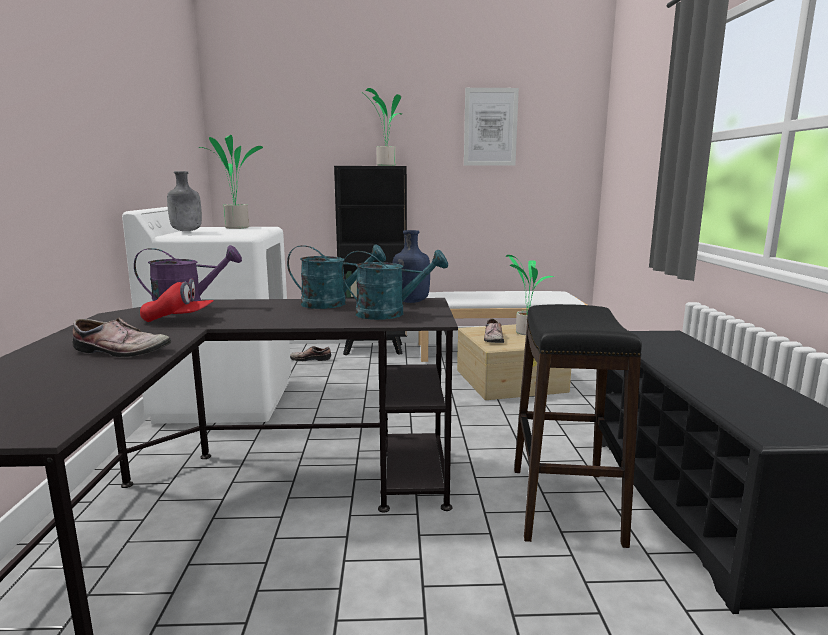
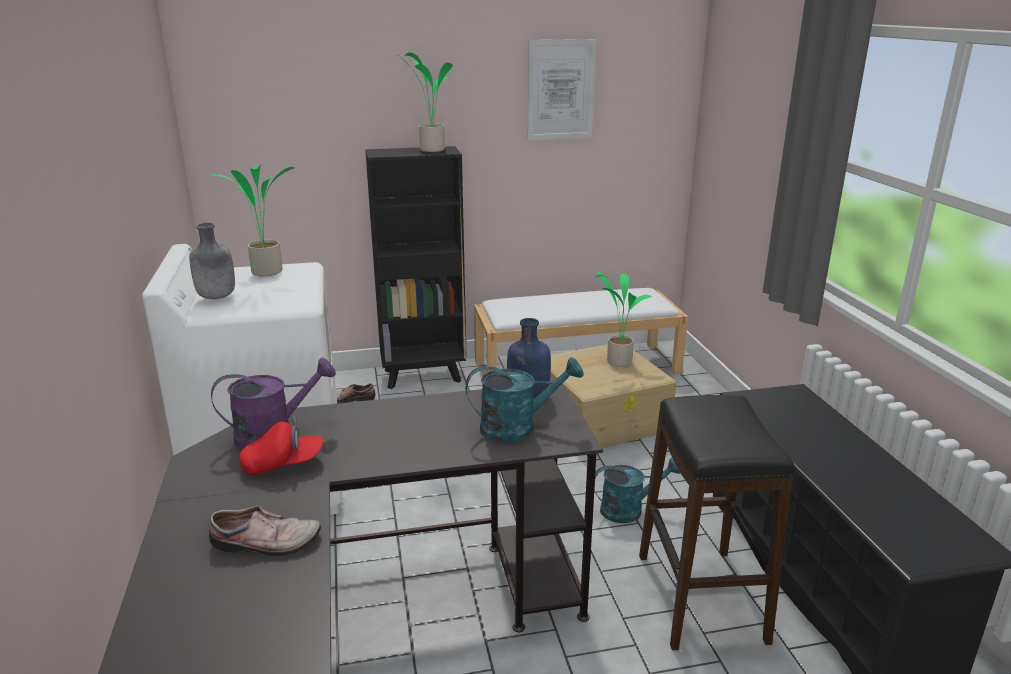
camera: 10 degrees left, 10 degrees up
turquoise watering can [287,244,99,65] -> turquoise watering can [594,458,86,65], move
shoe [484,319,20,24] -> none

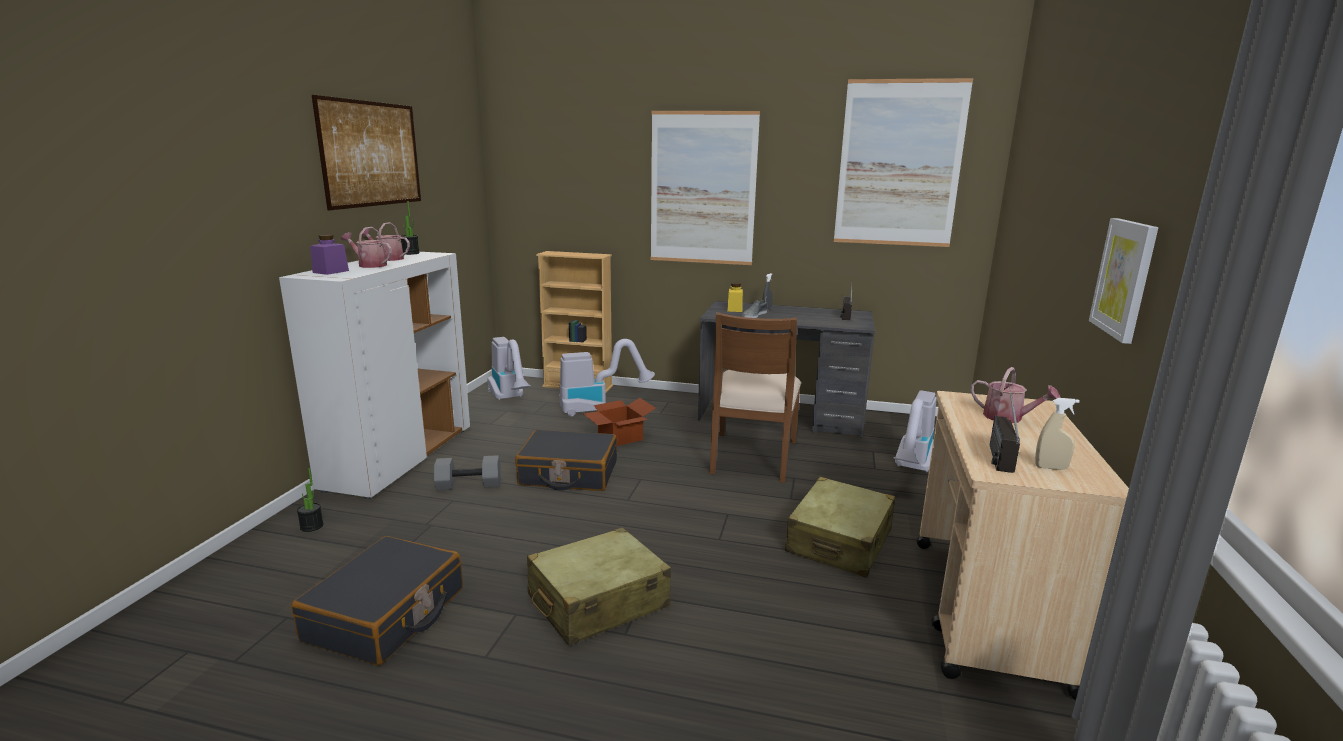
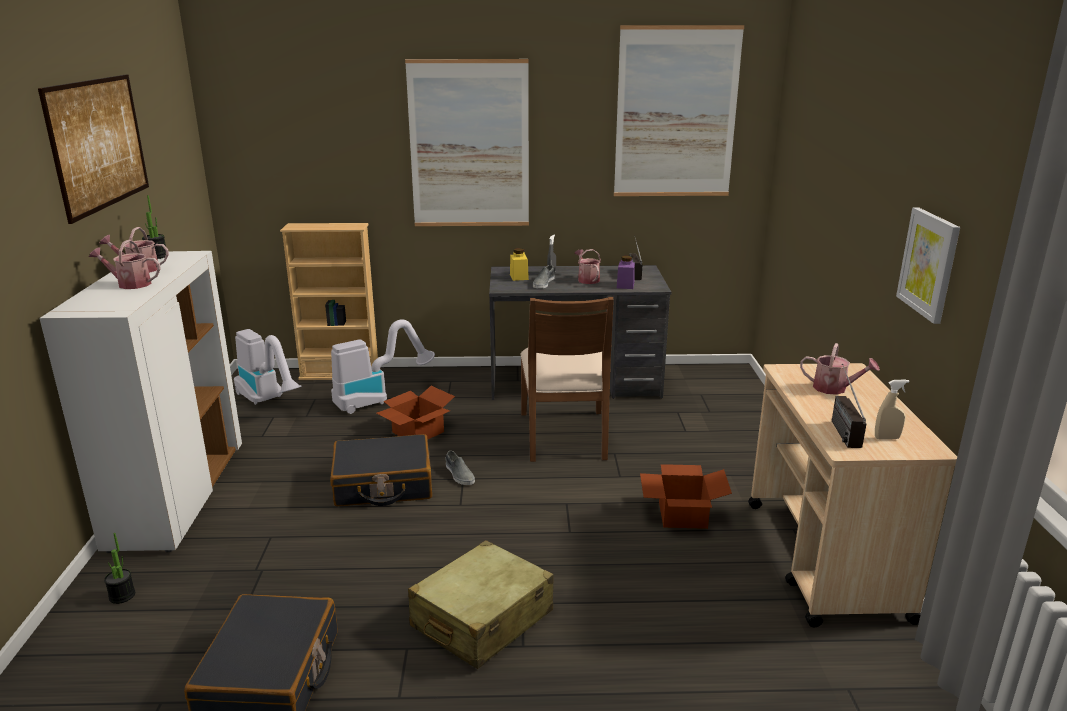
camera: 15 degrees left, 5 degrees up
purple jar [310,235,39,40] -> purple jar [617,256,18,33], move
vacuum cleaner [894,390,43,83] -> none
grey dumbbell [434,455,67,35] -> none
beige suitcase [785,477,111,101] -> cardboard box [640,464,92,65]
none -> watering can [575,249,26,35]
none -> grey shoe [445,451,30,34]

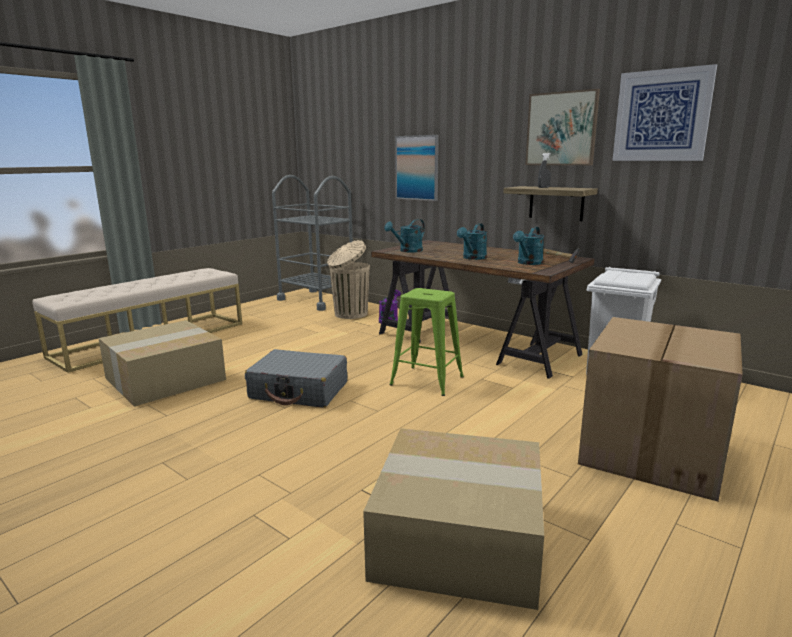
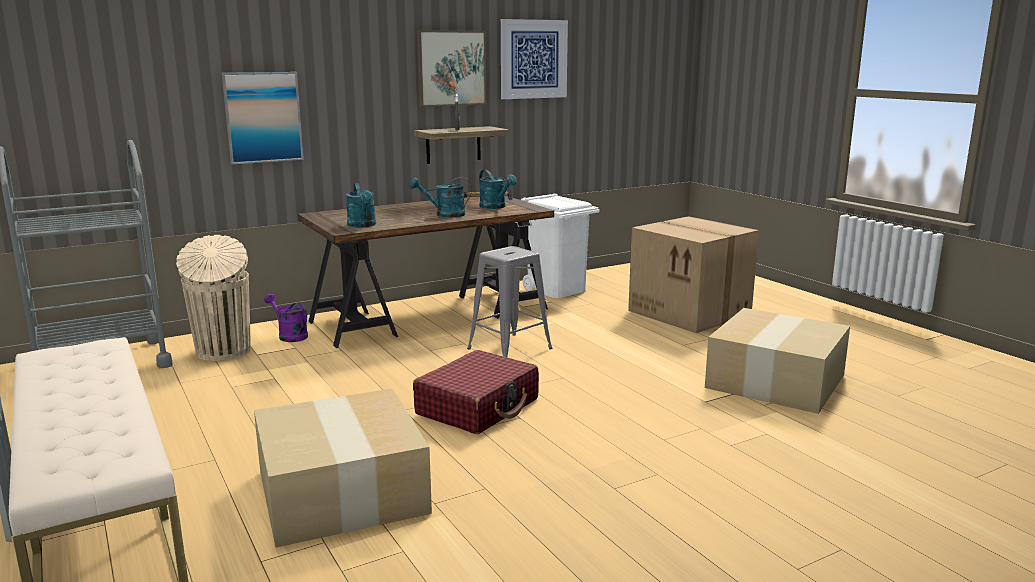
camera: 70 degrees left, 0 degrees up
turquoise watering can [457,223,30,37] -> turquoise watering can [410,177,62,40], 120 degrees clockwise
green stool [389,288,75,108] -> grey stool [467,246,85,111]
grey suitcase [245,349,102,59] -> red suitcase [413,350,126,84]

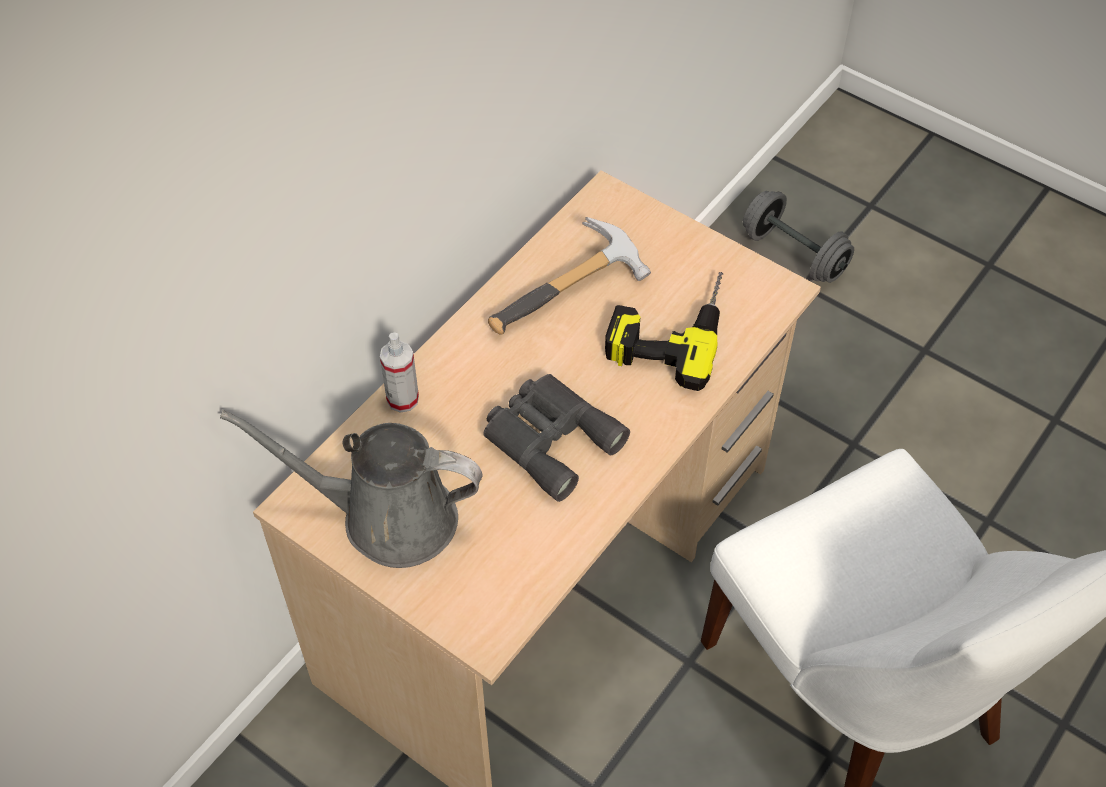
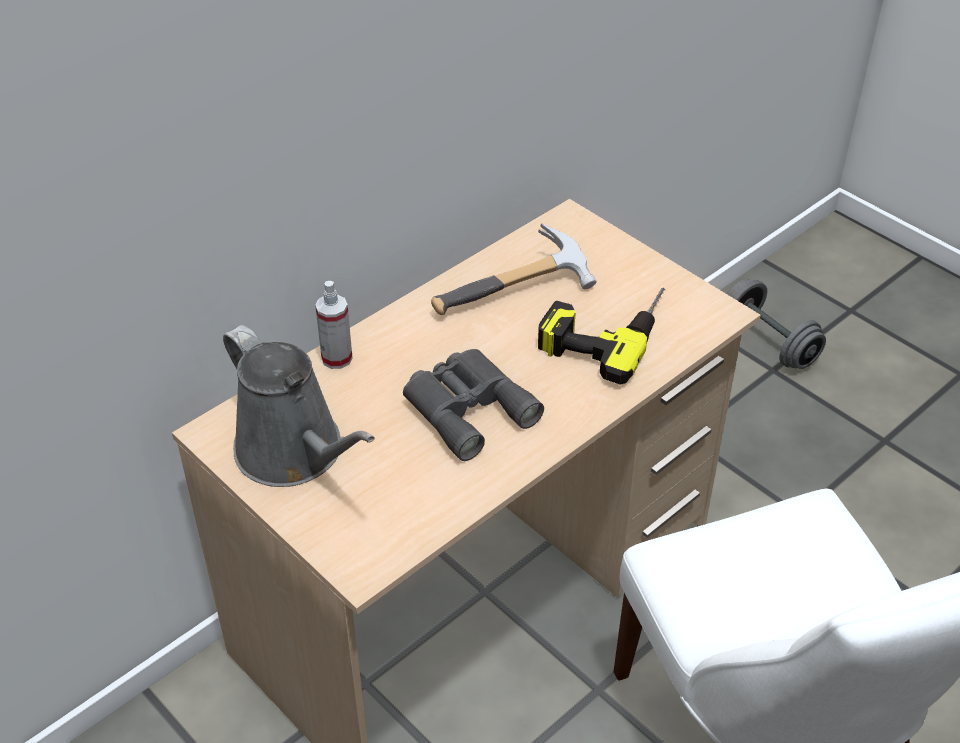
camera: 10 degrees right, 10 degrees down
grey watering can [220,410,263,158] -> grey watering can [223,325,152,162], 150 degrees counterclockwise

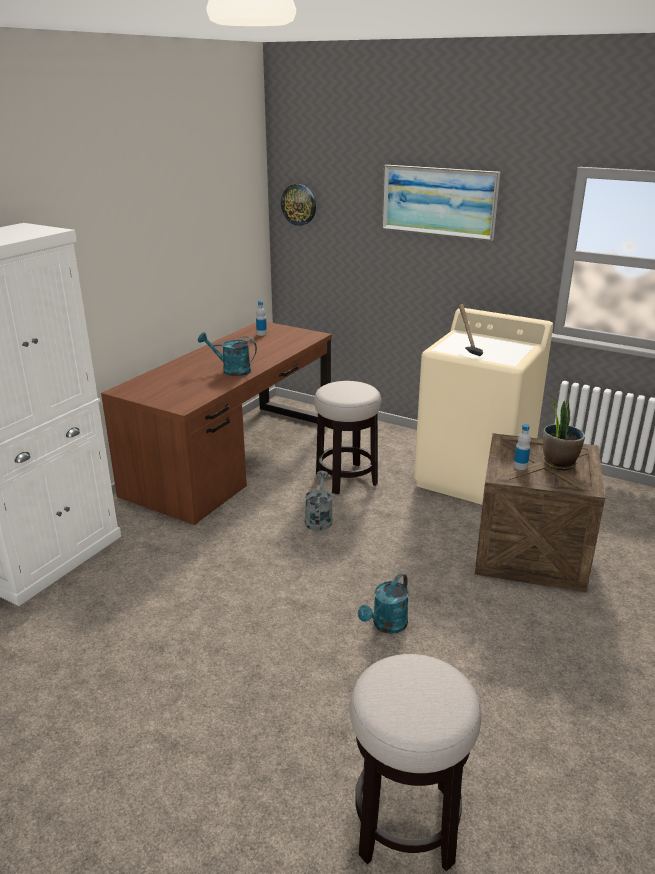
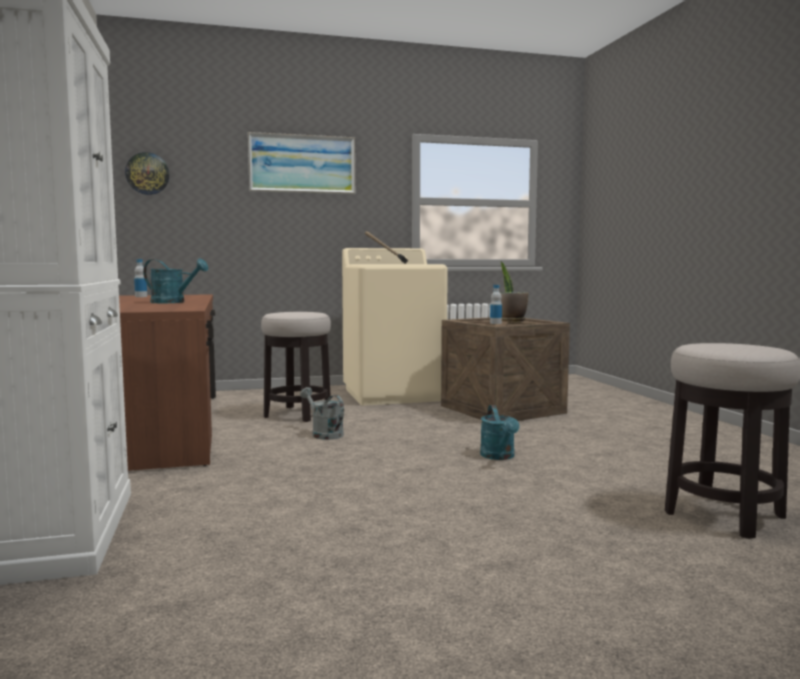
camera: 45 degrees left, 20 degrees down
turquoise watering can [198,332,59,44] -> turquoise watering can [143,258,65,45], 135 degrees counterclockwise

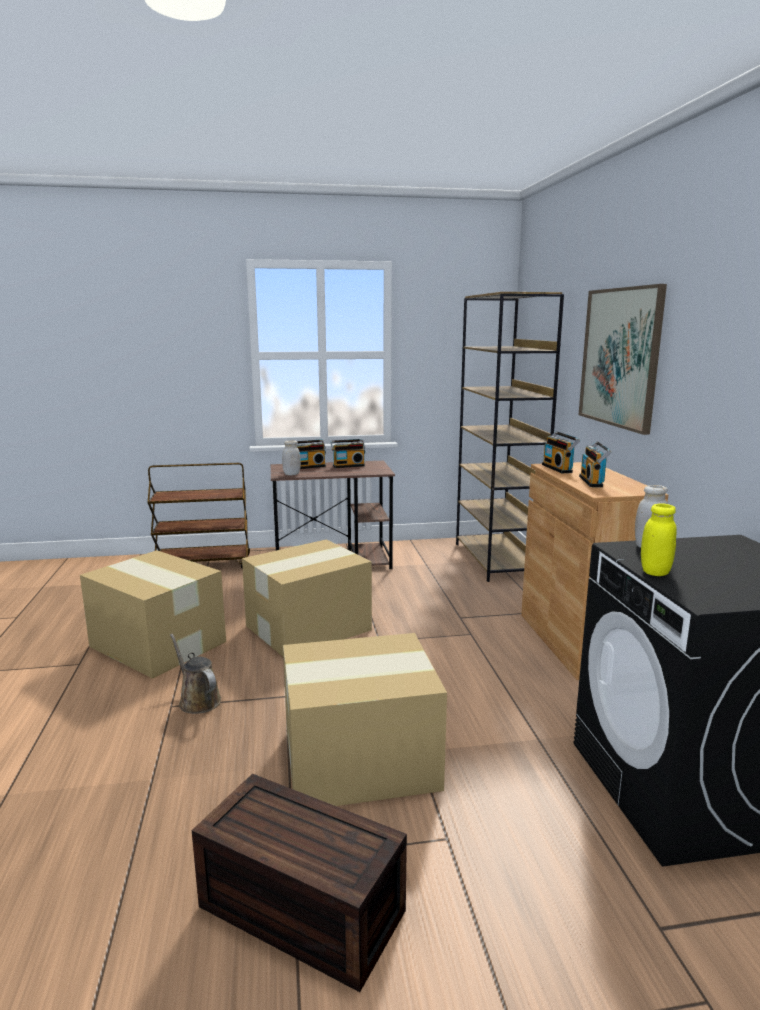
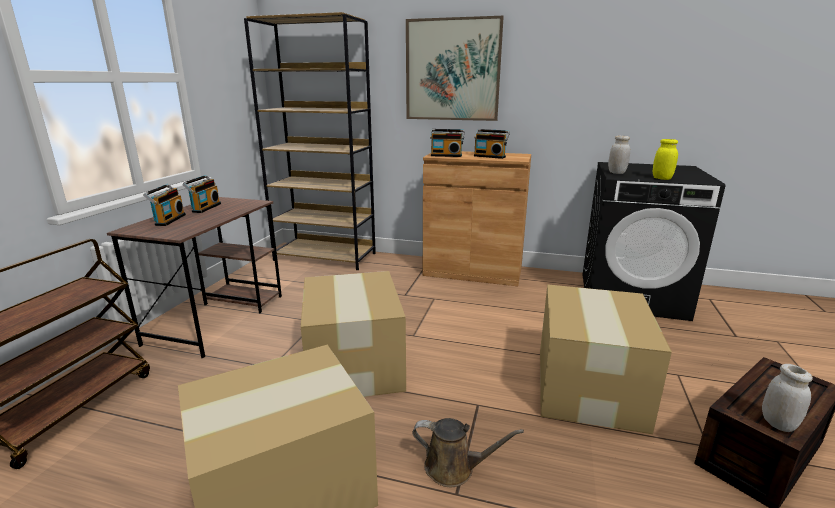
camera: 65 degrees left, 5 degrees up
white jar [282,440,19,35] -> white jar [762,364,51,68], move
brown watering can [170,634,51,80] -> brown watering can [412,418,112,69], 150 degrees counterclockwise

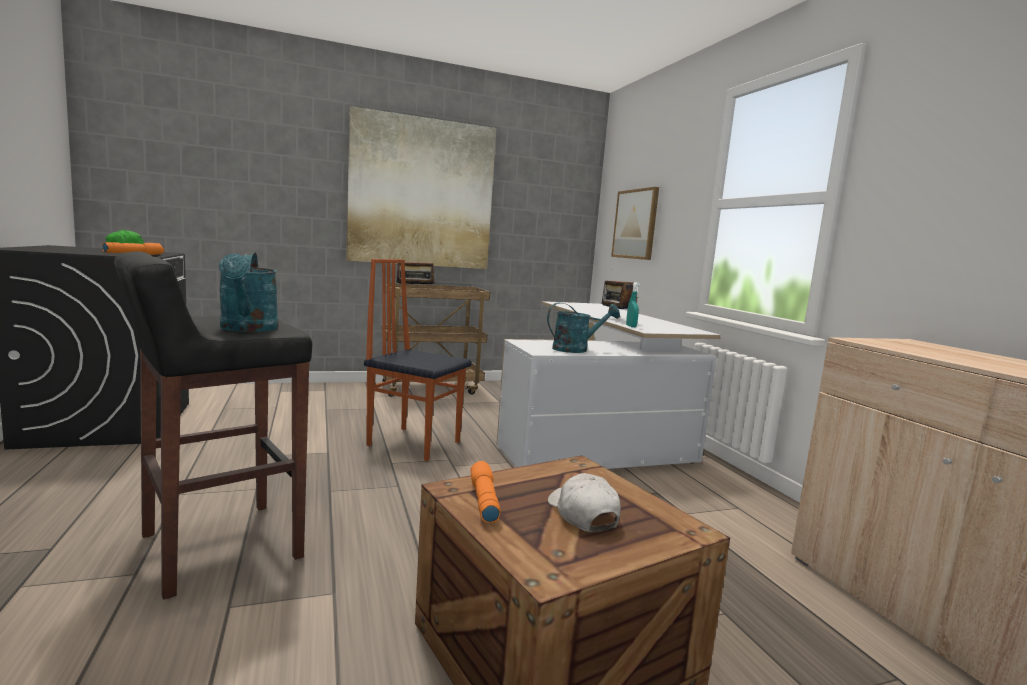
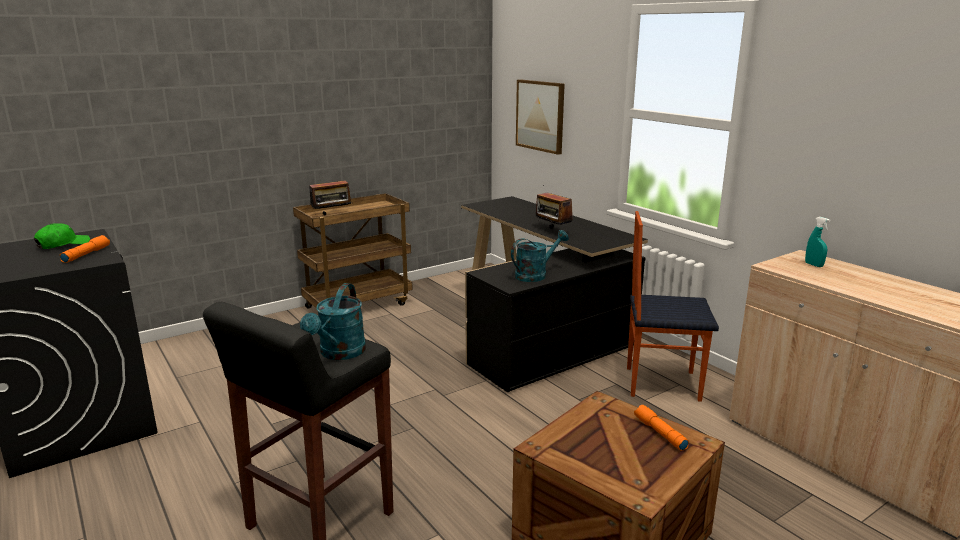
camera: 15 degrees left, 10 degrees up
picture [346,106,150,163] -> none
turquoise watering can [219,252,60,80] -> turquoise watering can [300,283,66,77], 45 degrees clockwise
chair [364,259,108,202] -> chair [627,211,92,191], move
turquoise spray bottle [626,282,14,45] -> turquoise spray bottle [805,217,25,50], move
white desk [496,301,225,168] -> black desk [461,196,187,197]
orange flashlight [470,461,31,62] -> orange flashlight [634,405,55,46], move
white cap [548,473,73,59] -> none

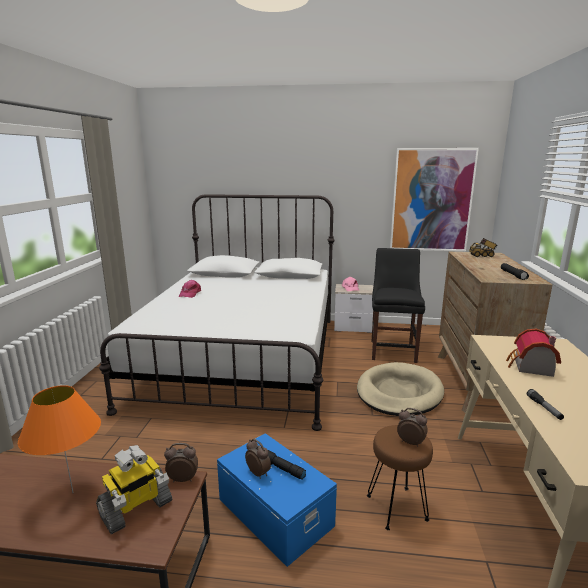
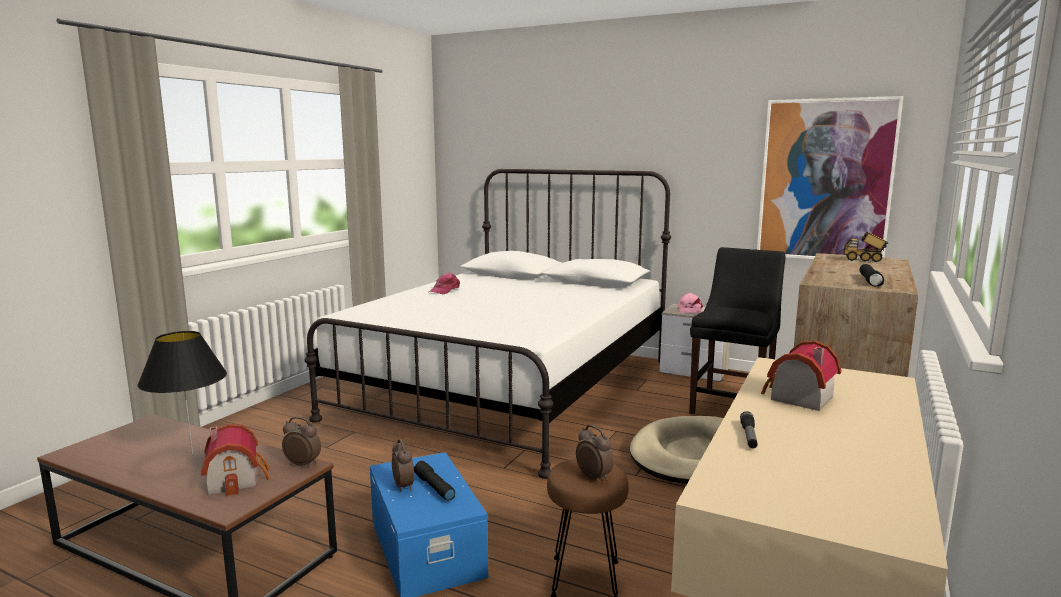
camera: 20 degrees right, 5 degrees down
orange table lamp [18,385,83,108] -> black table lamp [138,331,89,125]
toy robot [96,445,76,89] -> toy house [201,424,70,73]

